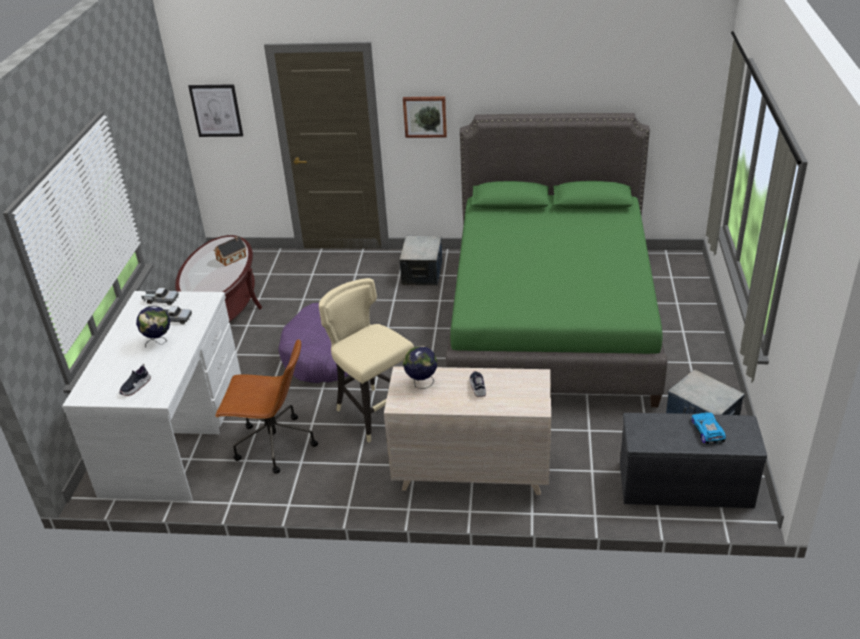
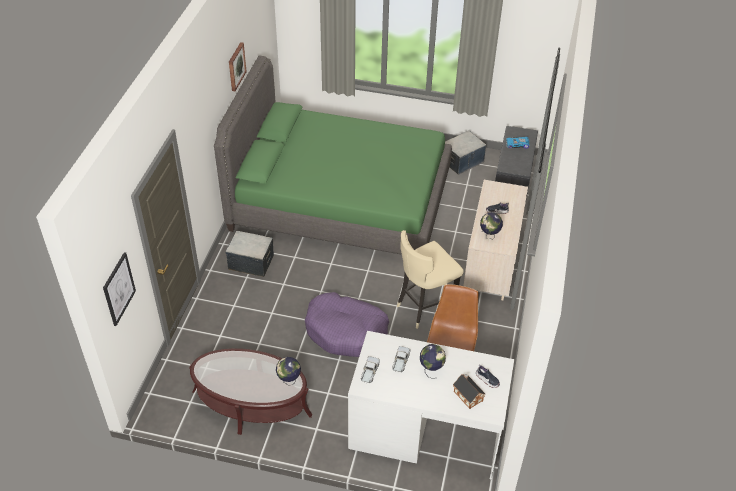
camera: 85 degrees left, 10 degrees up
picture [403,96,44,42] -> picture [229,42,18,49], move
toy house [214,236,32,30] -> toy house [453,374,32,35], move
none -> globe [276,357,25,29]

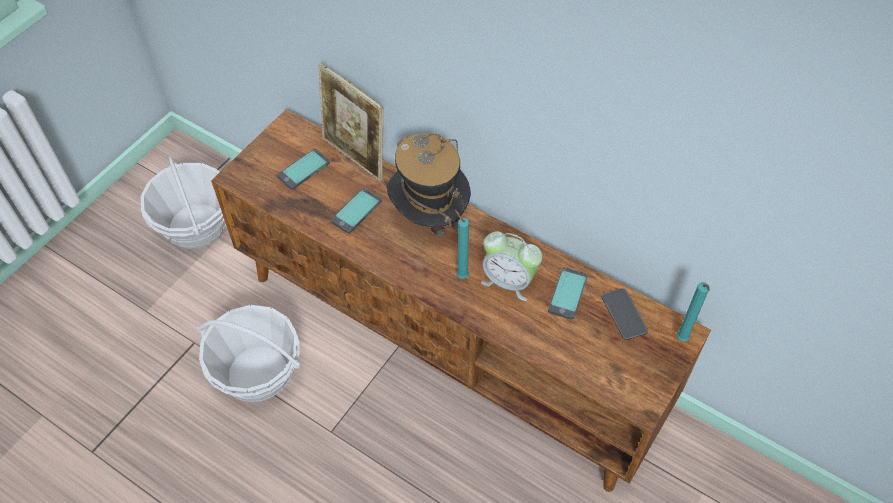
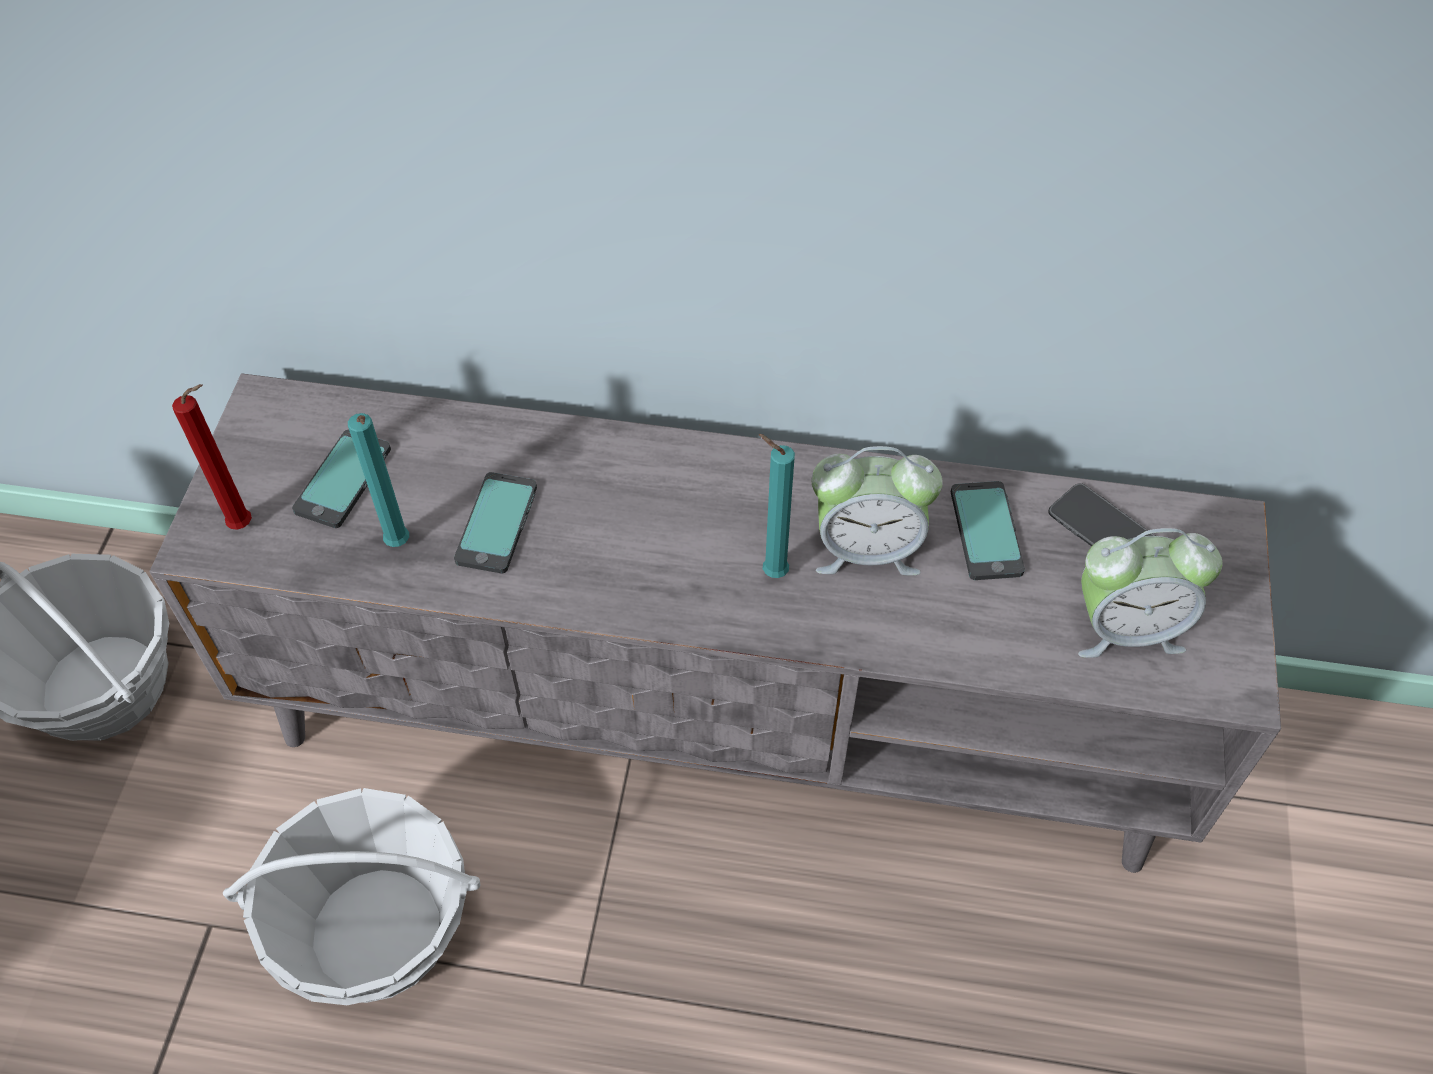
camera: 25 degrees left, 0 degrees up
picture frame [318,63,66,119] -> none
brown tv stand [211,109,500,383] -> grey tv stand [149,373,1132,500]
hat [387,133,84,104] -> none
turquoise candle [677,282,33,60] -> turquoise candle [348,413,61,134], move
none -> red candle [172,384,80,146]
none -> alarm clock [1078,528,145,130]

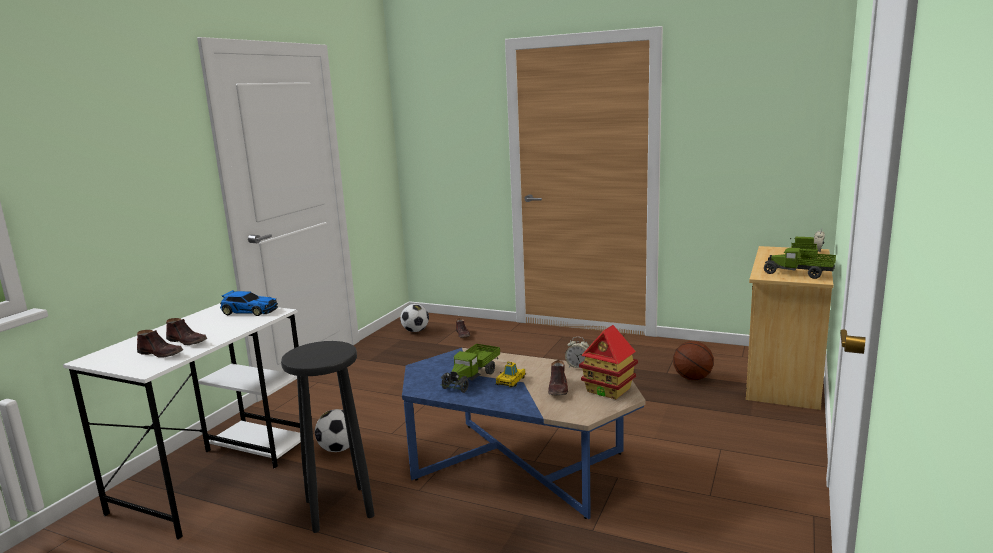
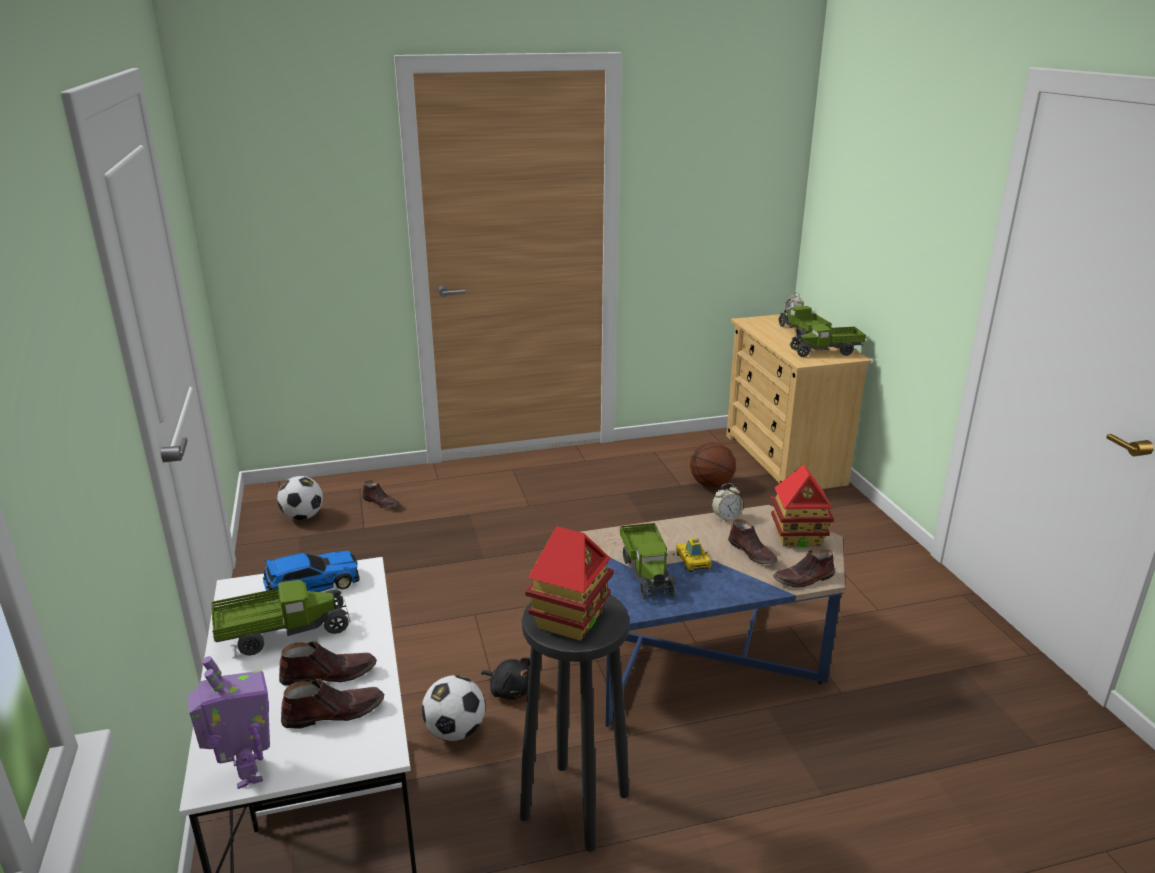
camera: 40 degrees left, 10 degrees up
none -> toy house [525,526,88,115]
none -> brown shoe [773,549,62,38]
none -> toy truck [211,580,139,76]
none -> toy robot [188,656,82,133]
none -> black plush toy [481,657,49,43]

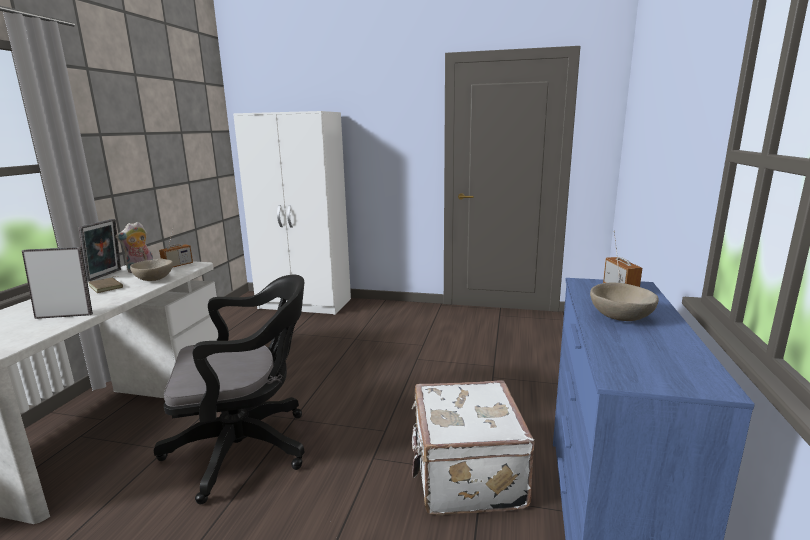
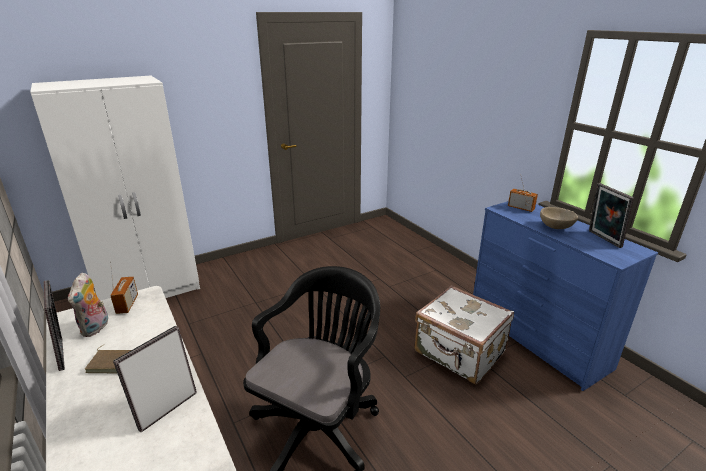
camera: 45 degrees left, 10 degrees up
beige bowl [130,259,43,22] -> none
none -> picture frame [589,183,45,65]

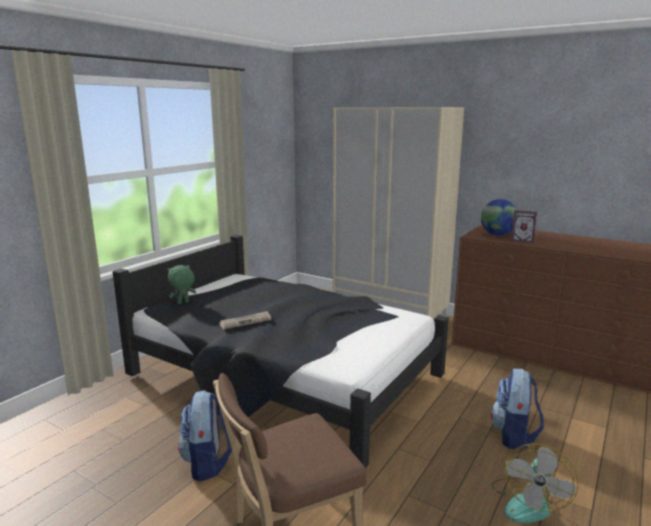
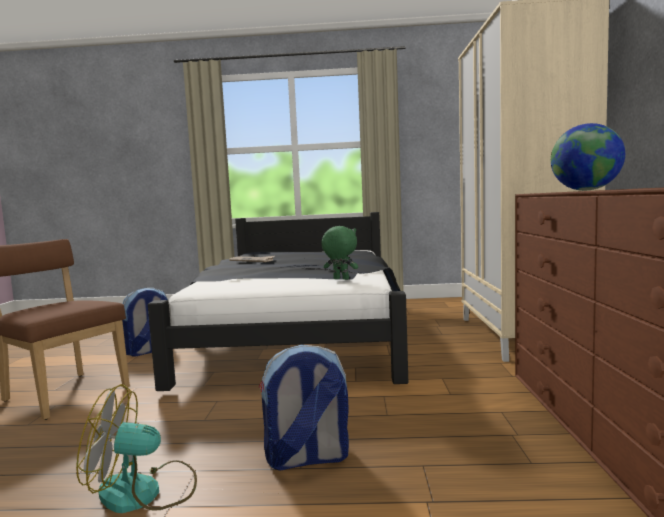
camera: 60 degrees right, 10 degrees down
picture frame [511,210,26,33] -> none
green plush toy [167,265,29,39] -> green plush toy [321,226,37,54], move

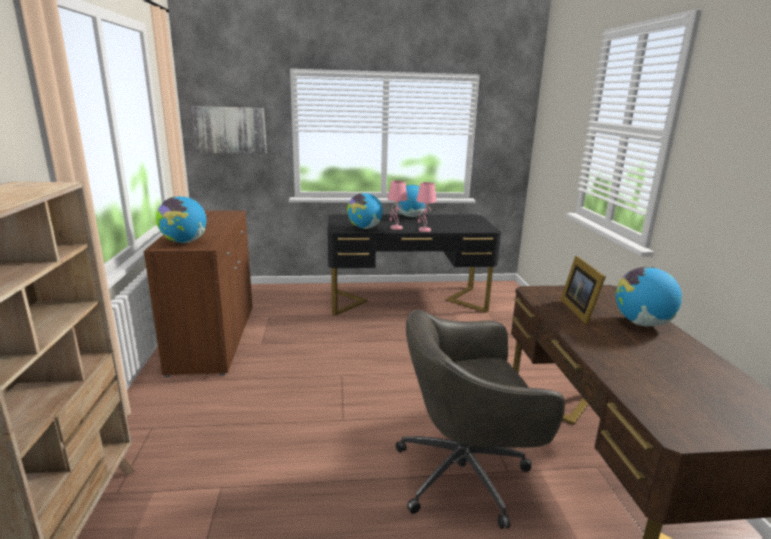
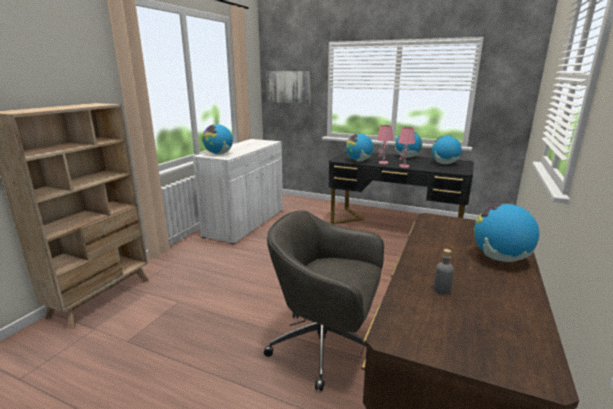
camera: 30 degrees right, 0 degrees up
brown cabinet [144,211,109,166] -> white cabinet [192,139,91,106]
picture frame [560,256,46,69] -> none
none -> globe [432,135,30,29]
none -> grey bottle [433,249,21,46]

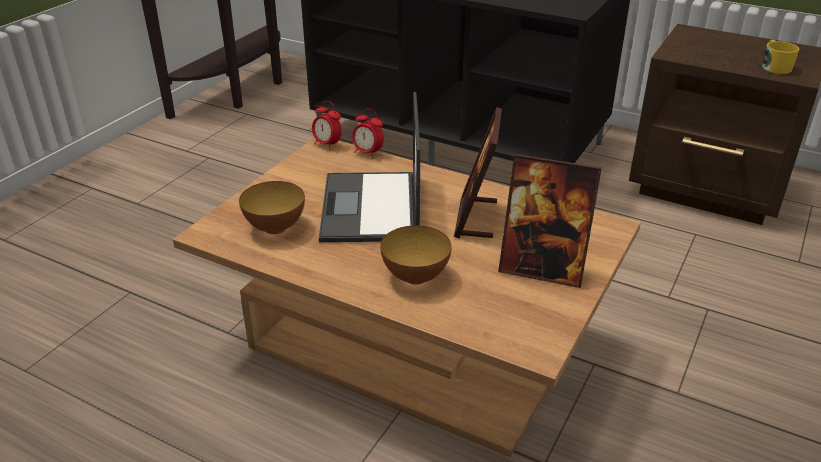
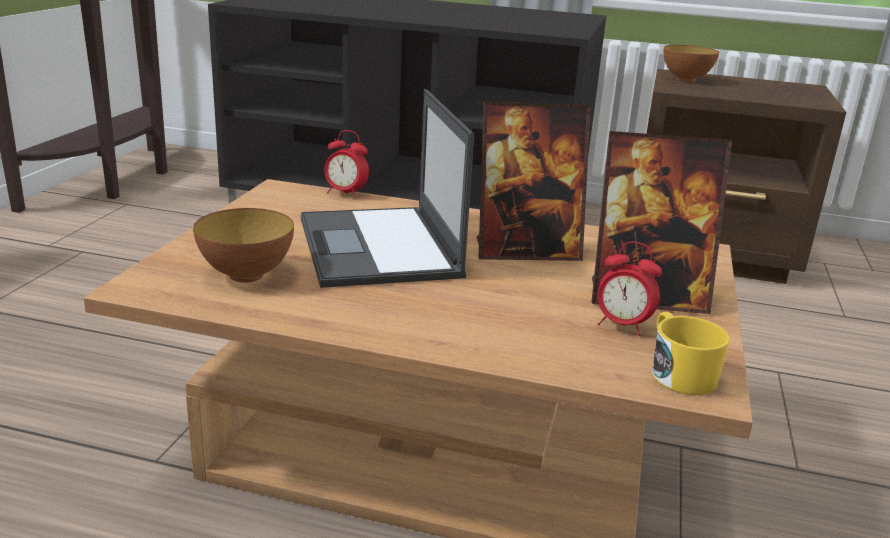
camera: 15 degrees left, 10 degrees down
yellow mug [762,40,37,34] -> yellow mug [652,312,78,83], move
alarm clock [312,101,30,49] -> alarm clock [597,242,65,94], move
picture frame [454,107,48,131] -> picture frame [477,102,114,159], 90 degrees counterclockwise
bowl [380,225,72,60] -> bowl [663,45,56,37], move

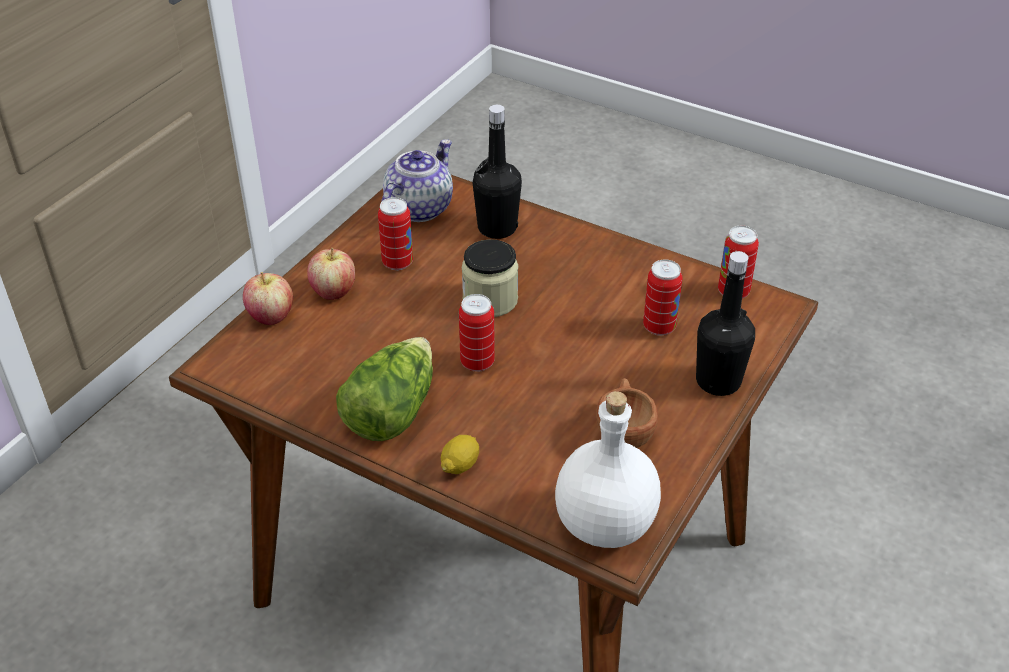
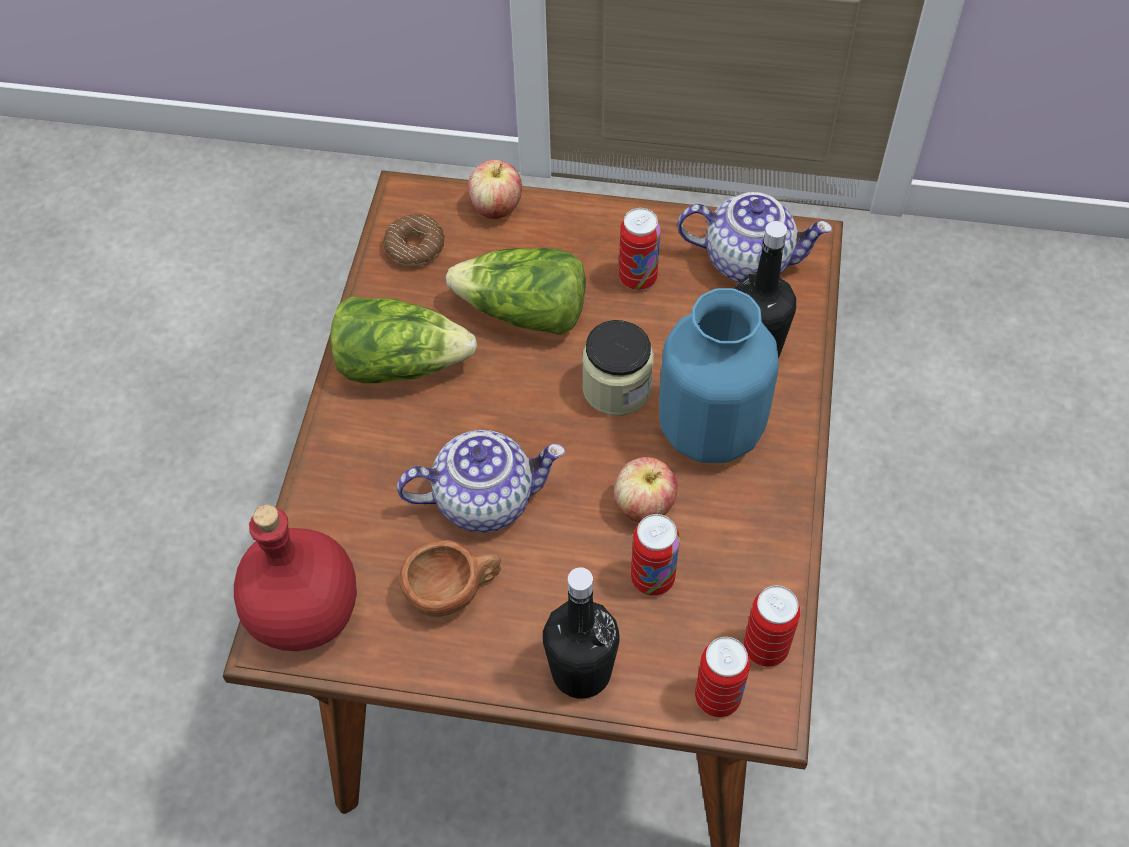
camera: 70 degrees right, 15 degrees up
apple [307,248,48,52] -> apple [614,457,63,66], move
can [459,294,36,78] -> can [695,637,55,80], move
white bottle [555,391,106,157] -> red bottle [234,504,123,147]
lemon [441,435,38,39] -> none
none -> donut [383,214,61,53]
none -> lettuce [446,248,140,87]
none -> blue vase [659,288,120,175]
none -> teapot [397,430,168,103]

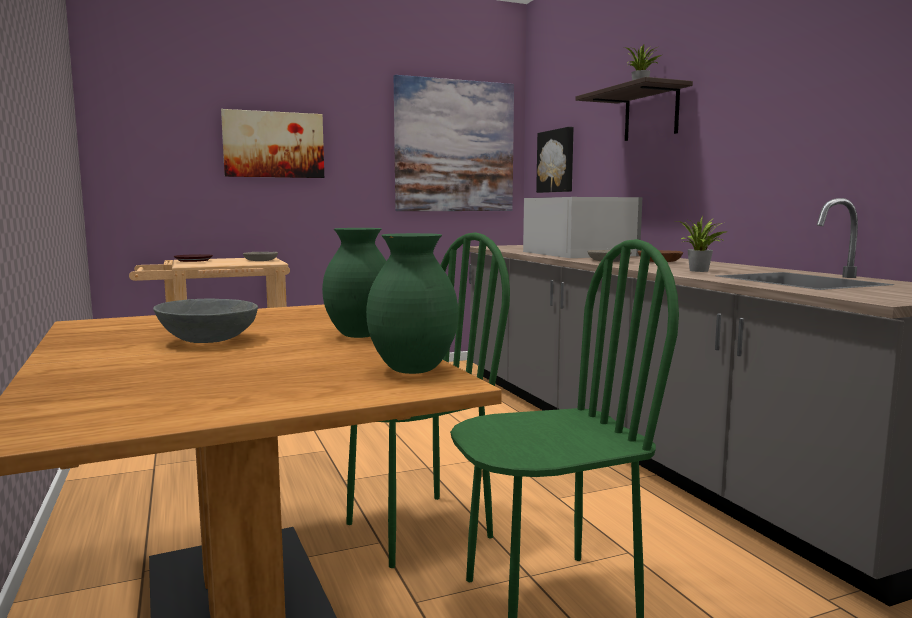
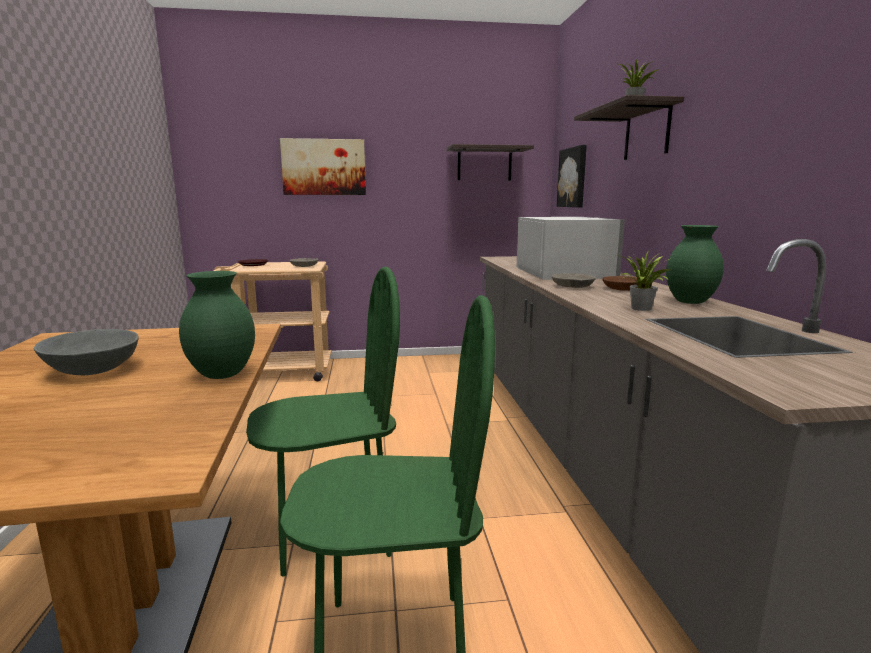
camera: 15 degrees right, 5 degrees up
picture [394,75,120,136] -> shelf [446,144,88,37]
green vase [366,233,92,141] -> green vase [666,225,58,79], move

